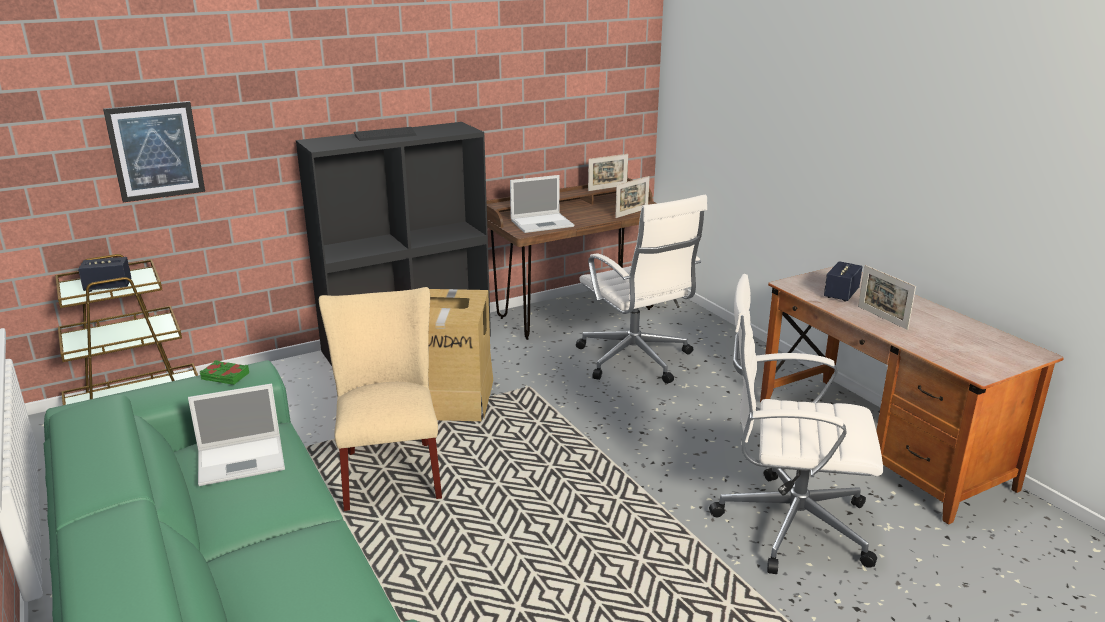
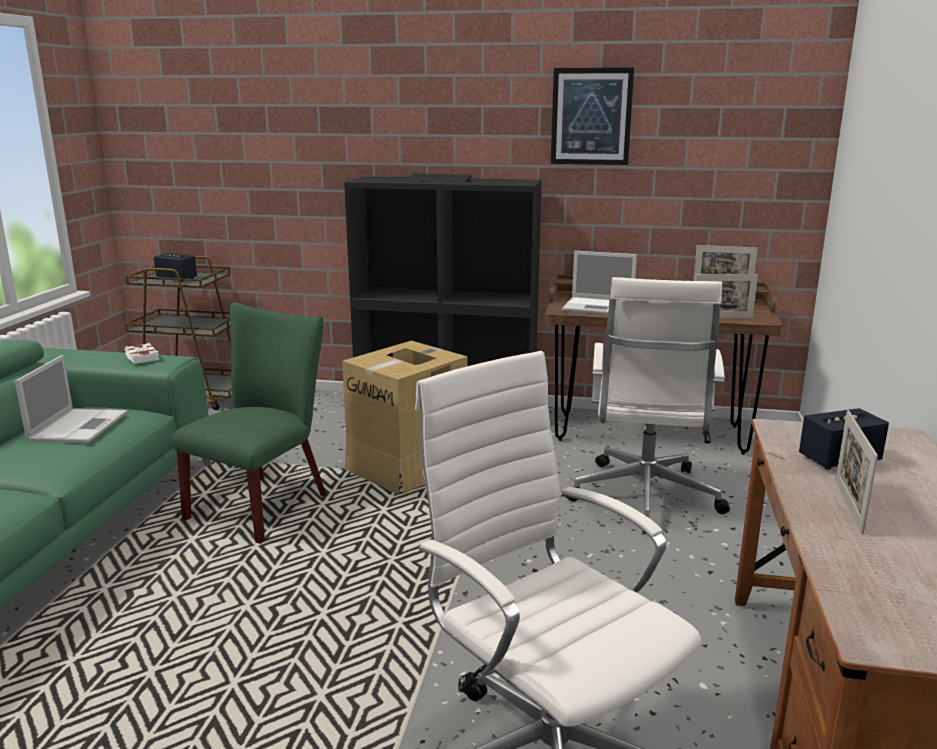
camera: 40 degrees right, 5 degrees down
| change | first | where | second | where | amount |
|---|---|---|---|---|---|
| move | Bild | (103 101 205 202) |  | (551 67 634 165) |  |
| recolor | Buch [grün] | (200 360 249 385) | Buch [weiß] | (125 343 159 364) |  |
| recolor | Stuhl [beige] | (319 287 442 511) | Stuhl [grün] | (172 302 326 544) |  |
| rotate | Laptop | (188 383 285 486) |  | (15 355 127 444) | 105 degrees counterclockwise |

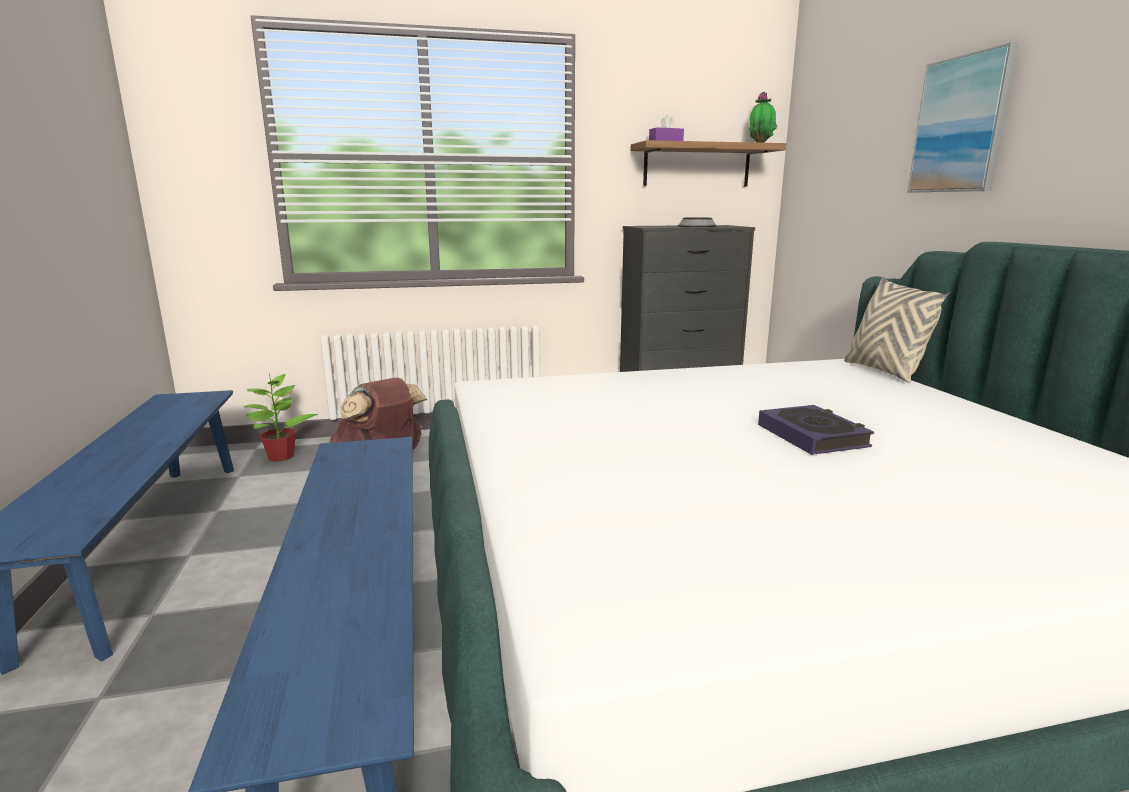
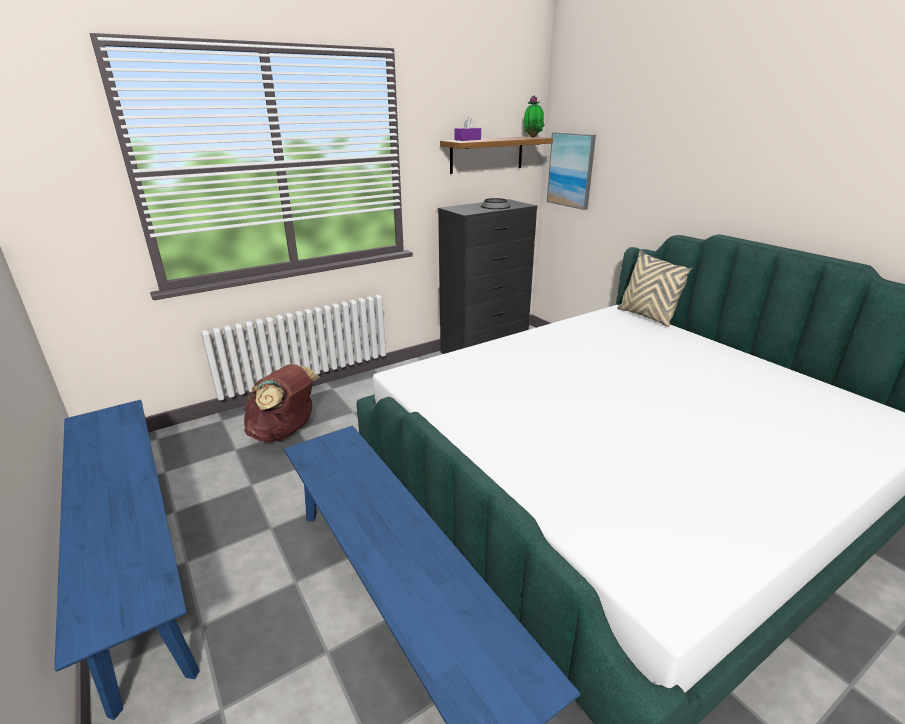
camera: 20 degrees left, 10 degrees up
| change | first | where | second | where | amount |
|---|---|---|---|---|---|
| delete | Topfpflanze | (243 374 318 462) |  |  |  |
| delete | Buch | (758 405 874 455) |  |  |  |
| move | Bild | (907 42 1019 192) |  | (547 132 596 210) |  |

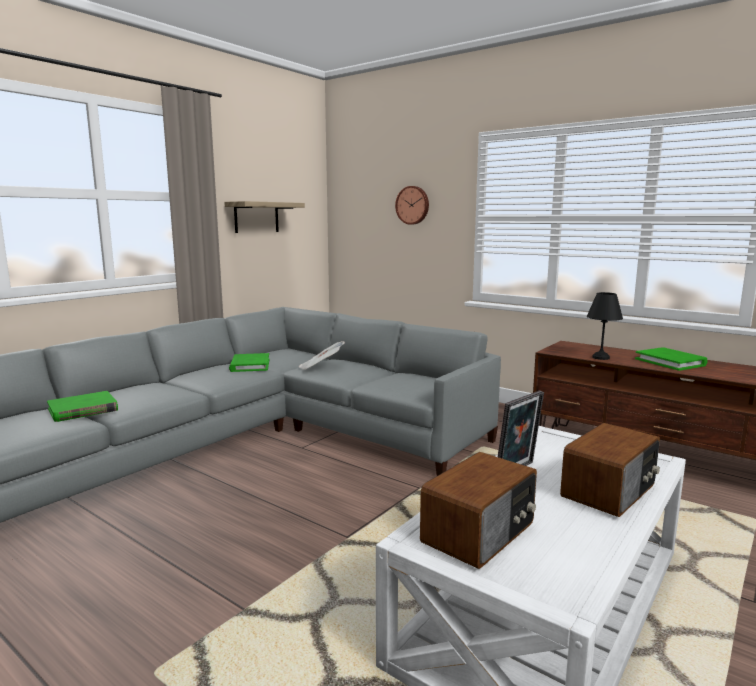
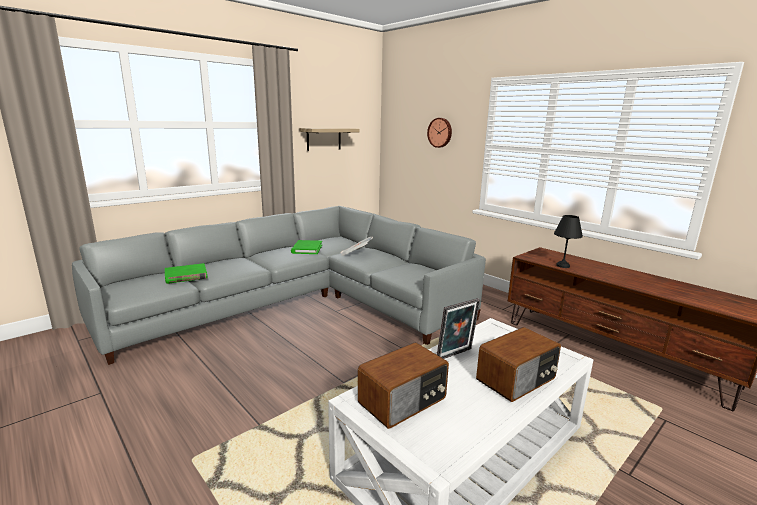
camera: 10 degrees right, 5 degrees up
| change | first | where | second | where | amount |
|---|---|---|---|---|---|
| delete | Buch [grün] | (635 347 707 371) |  |  |  |

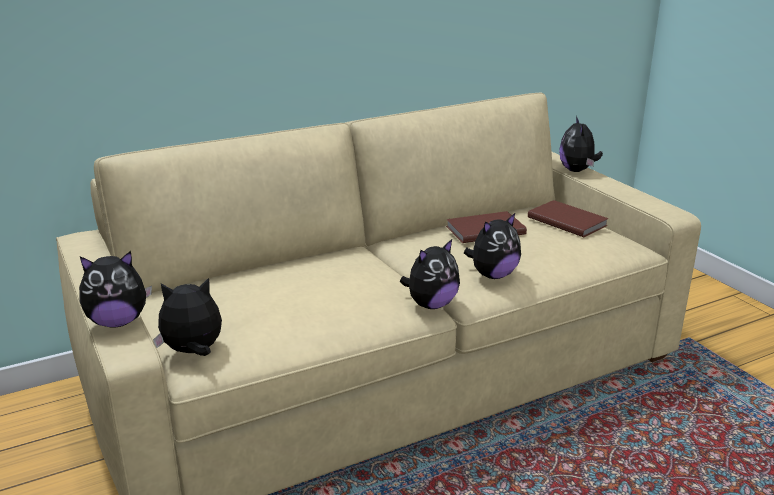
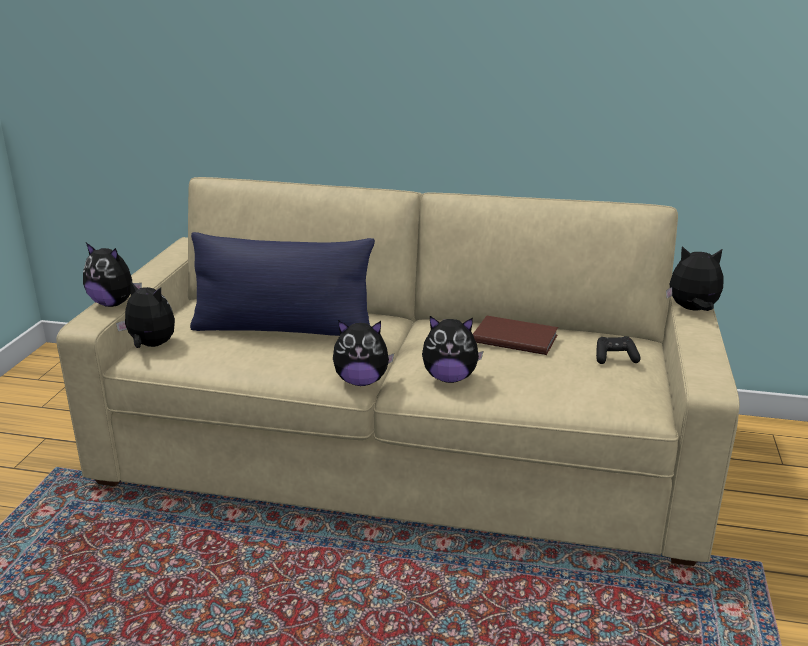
camera: 40 degrees right, 0 degrees up
| change | first | where | second | where | amount |
|---|---|---|---|---|---|
| insert |  |  | Kissen [blau] | (190 232 375 336) |  |
| replace | Buch [braun] | (528 200 609 237) | Gamepad [schwarz] | (596 336 641 364) |  |
| rotate | Plüschtier | (559 116 603 172) |  | (666 246 723 311) | 60 degrees clockwise |

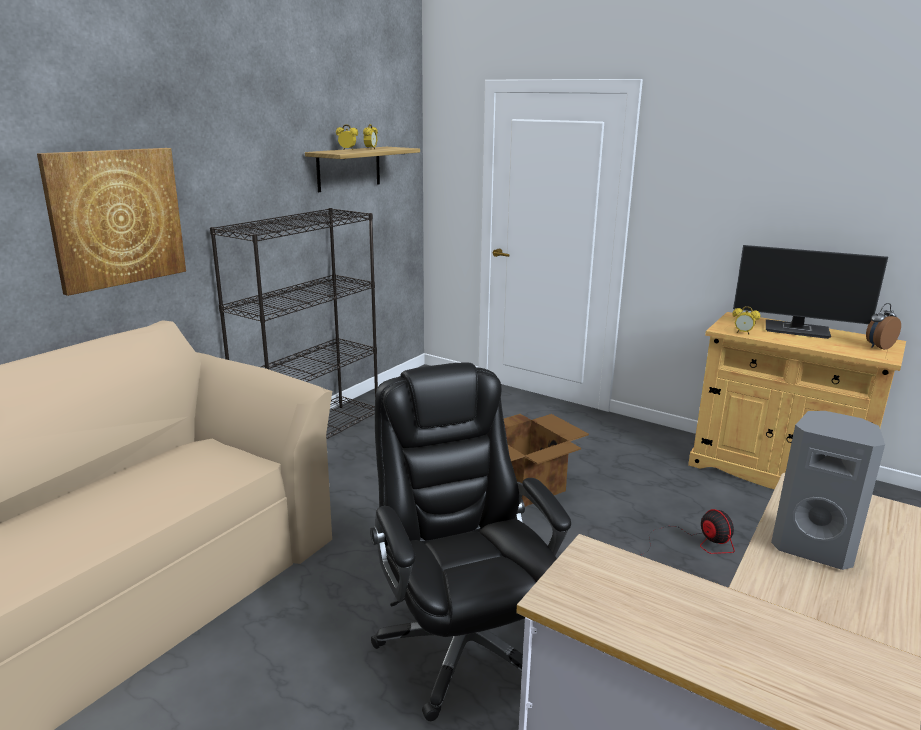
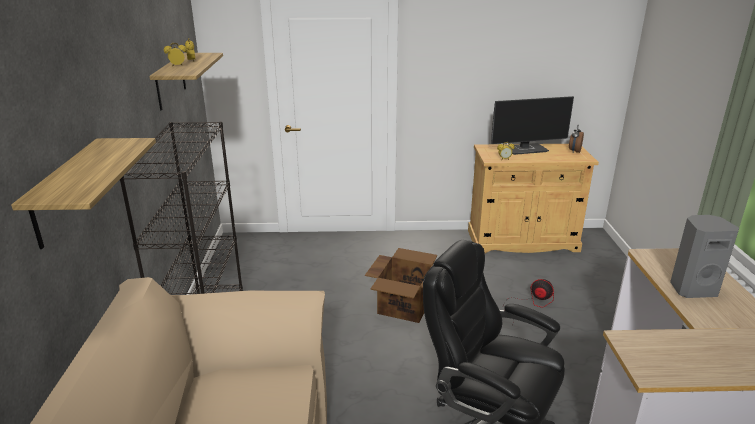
camera: 35 degrees left, 5 degrees up
| change | first | where | second | where | amount |
|---|---|---|---|---|---|
| replace | Bild | (37 148 186 296) | Wandregal | (11 138 156 249) |  |

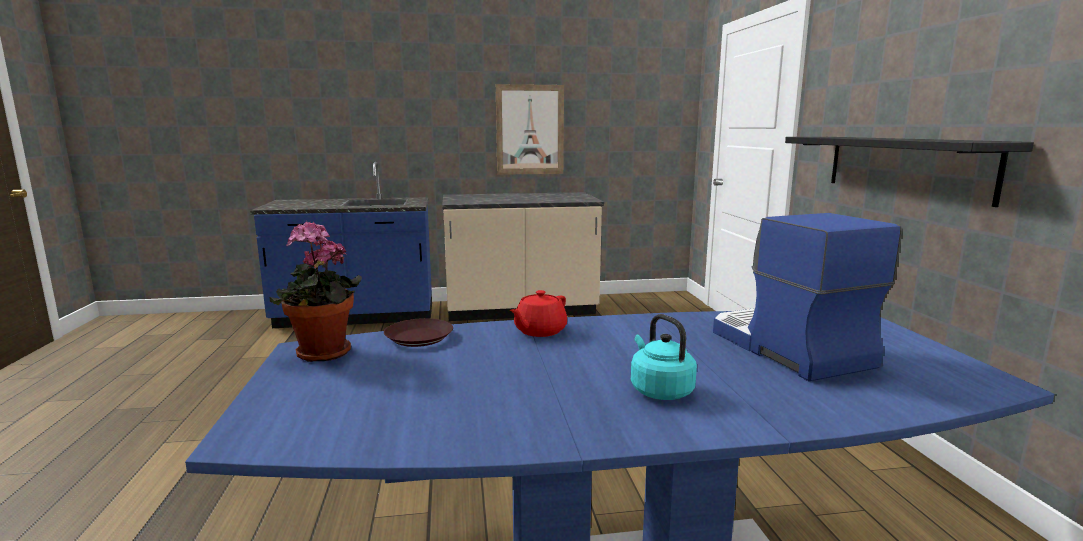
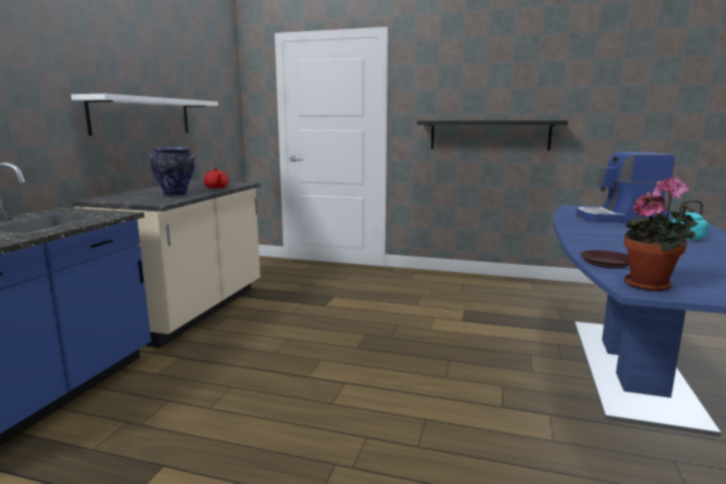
camera: 65 degrees left, 0 degrees up
| change | first | where | second | where | amount |
|---|---|---|---|---|---|
| insert |  |  | Vase | (149 147 196 196) |  |
| move | Teekanne [rot] | (510 290 567 337) |  | (204 168 229 188) |  |
| replace | Bild | (496 84 564 175) | Wandregal [weiß] | (71 94 218 136) |  |

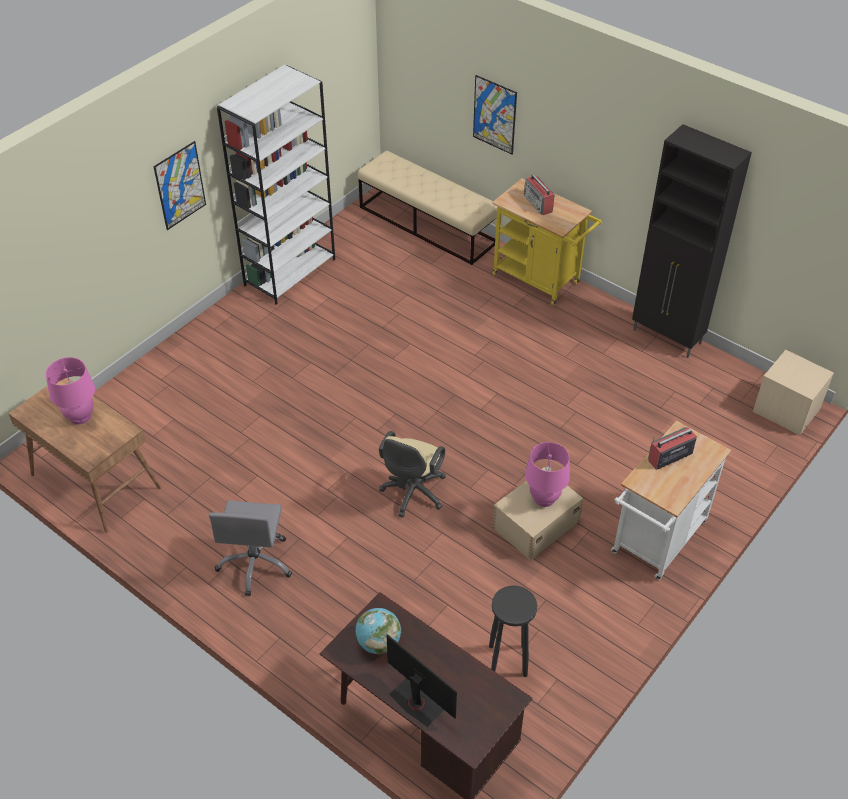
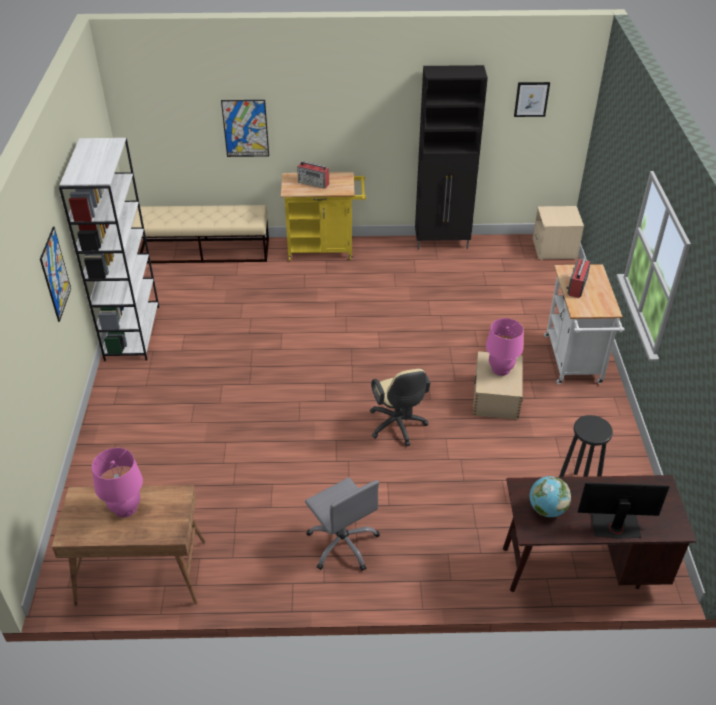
camera: 40 degrees left, 5 degrees down
| change | first | where | second | where | amount |
|---|---|---|---|---|---|
| insert |  |  | Bild | (514 82 550 117) |  |

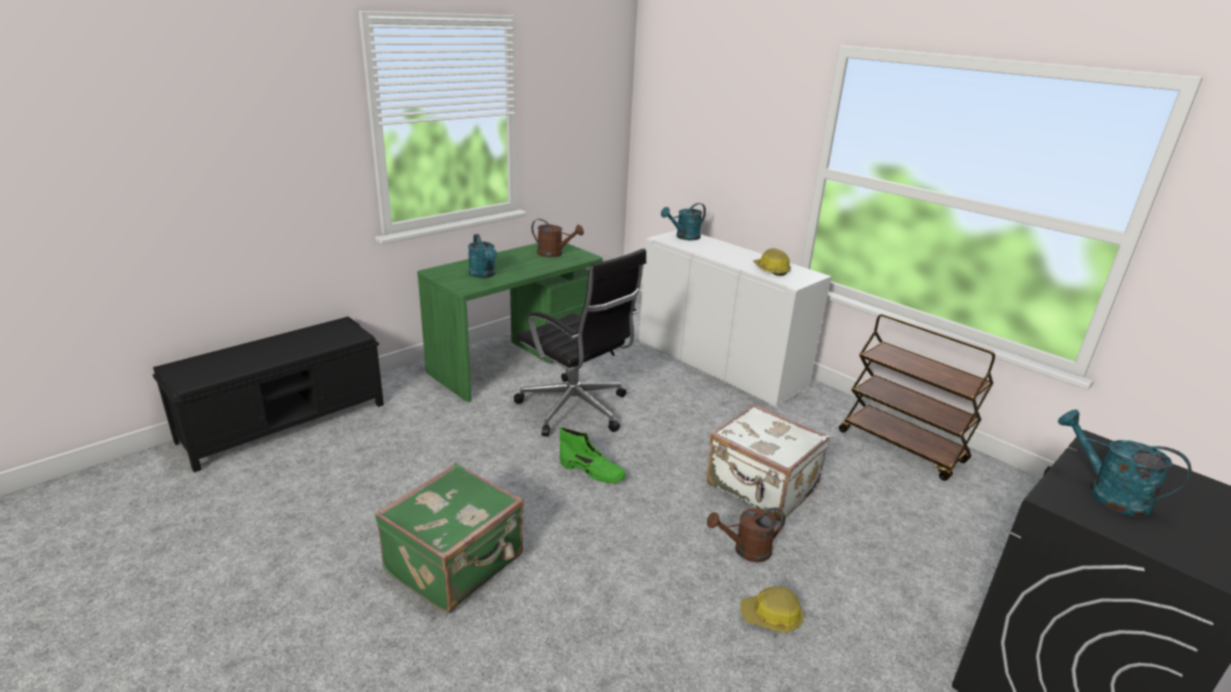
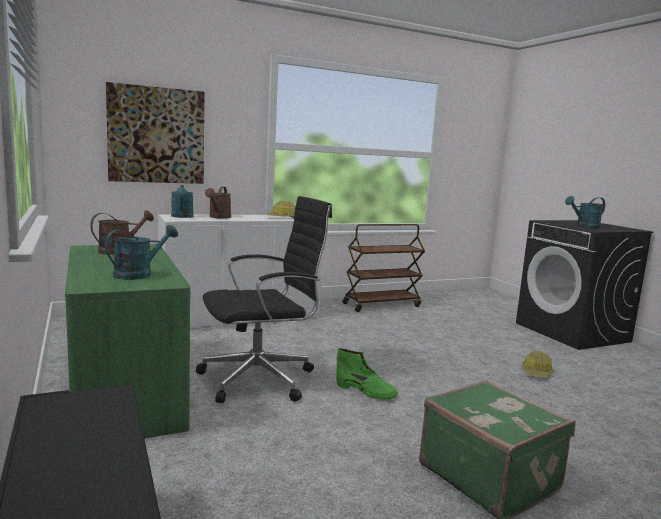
camera: 70 degrees left, 15 degrees down
| change | first | where | second | where | amount |
|---|---|---|---|---|---|
| delete | Koffer [weiß] | (707 404 830 522) |  |  |  |
| insert |  |  | Bild | (106 82 204 184) |  |
| move | Gießkanne [braun] | (707 507 785 562) |  | (205 187 231 219) |  |
| rotate | Gießkanne [türkis] | (468 234 497 278) |  | (105 225 178 280) | 45 degrees counterclockwise |
| rotate | Stiefel [grün] | (559 428 626 483) |  | (336 348 398 400) | 75 degrees clockwise |

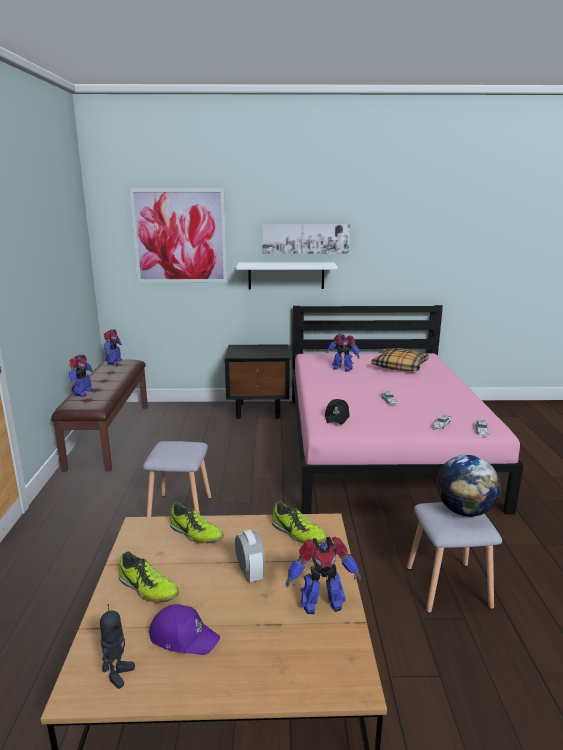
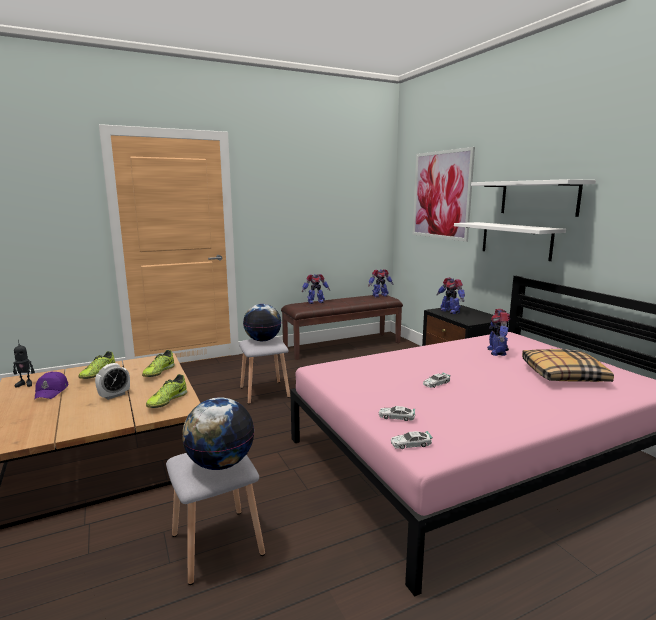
camera: 65 degrees right, 5 degrees down
| change | first | where | second | where | amount |
|---|---|---|---|---|---|
| delete | Kappe [schwarz] | (325 399 349 425) |  |  |  |
| insert |  |  | Globus | (243 304 281 341) |  |
| move | Spielzeugroboter | (286 537 361 614) |  | (436 278 465 314) |  |
| replace | Bild | (262 224 350 254) | Wandregal [weiß] | (471 179 596 217) |  |

